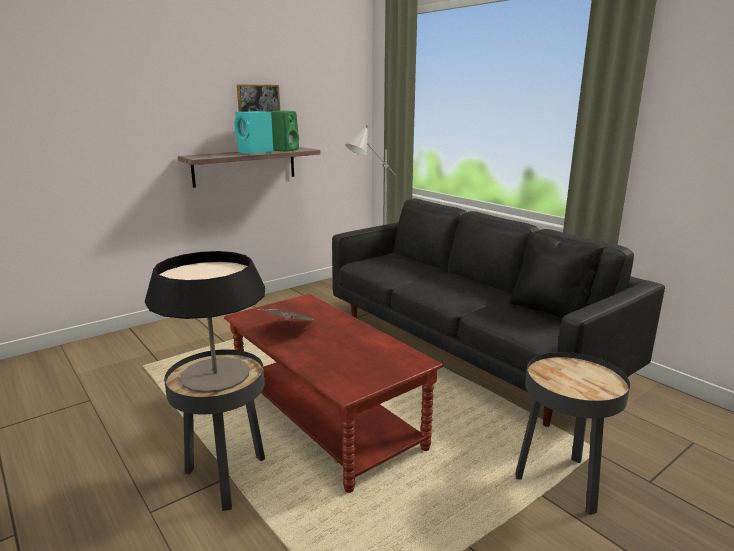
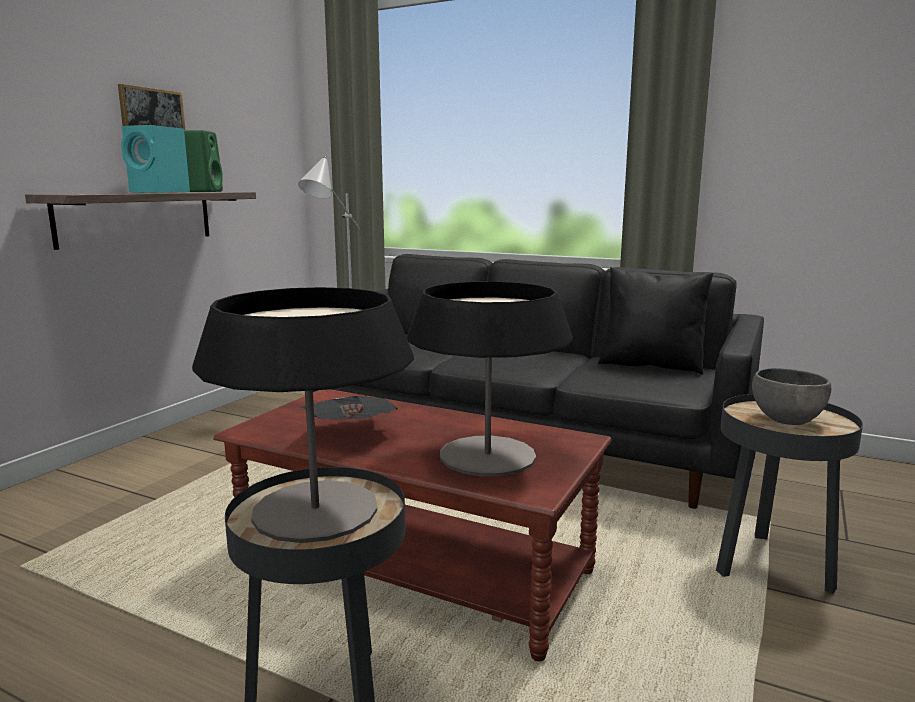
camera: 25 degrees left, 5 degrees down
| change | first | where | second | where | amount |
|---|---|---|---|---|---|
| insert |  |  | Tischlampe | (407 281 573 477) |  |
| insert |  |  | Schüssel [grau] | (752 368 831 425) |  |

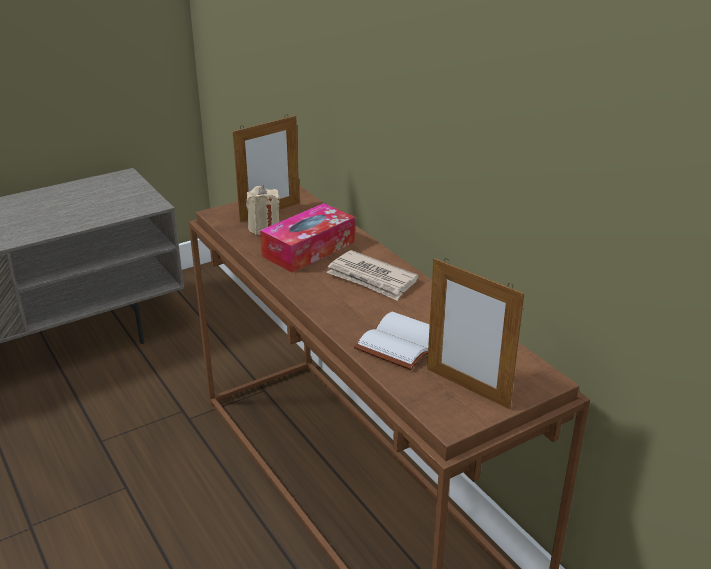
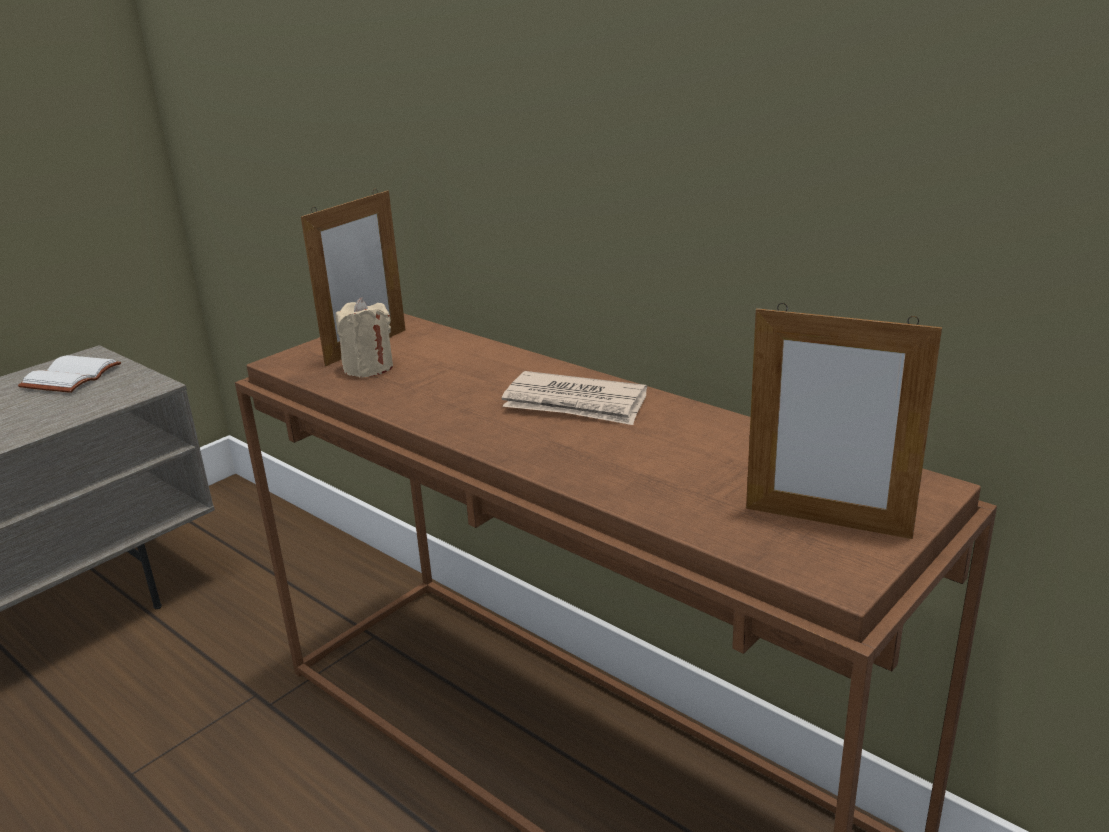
camera: 15 degrees left, 5 degrees down
| change | first | where | second | where | amount |
|---|---|---|---|---|---|
| delete | Taschentuchbox | (260 203 355 273) |  |  |  |
| move | Buch [weiß] | (354 312 430 370) |  | (18 355 121 393) |  |

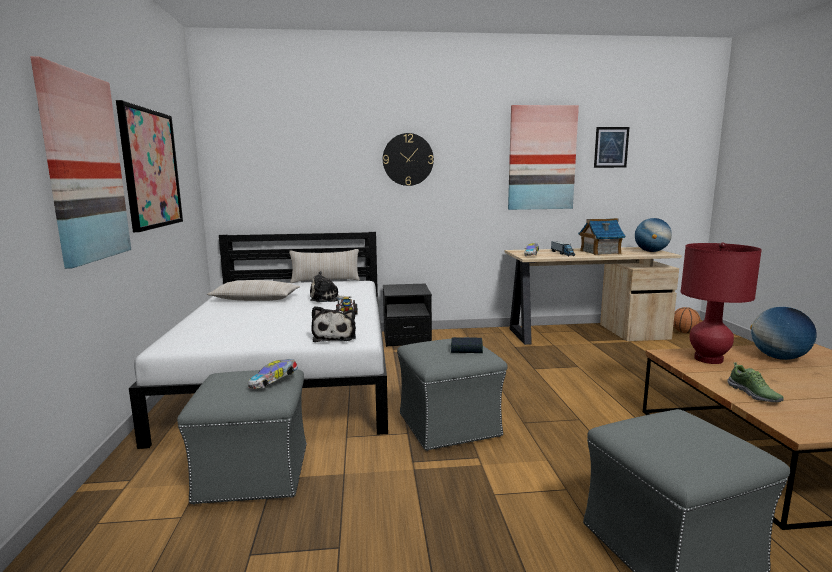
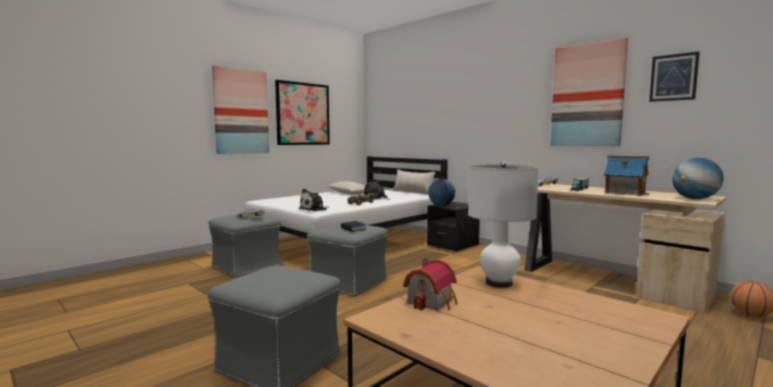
camera: 50 degrees right, 5 degrees down
| change | first | where | second | where | amount |
|---|---|---|---|---|---|
| delete | Wanduhr | (383 133 434 186) |  |  |  |
| move | Globus | (750 307 817 360) |  | (428 179 455 206) |  |
| replace | Schuh | (727 362 784 402) | Spielzeughaus | (403 257 458 311) |  |
| recolor | Tischlampe [rot] | (681 242 762 364) | Tischlampe [weiß] | (468 162 539 288) |  |

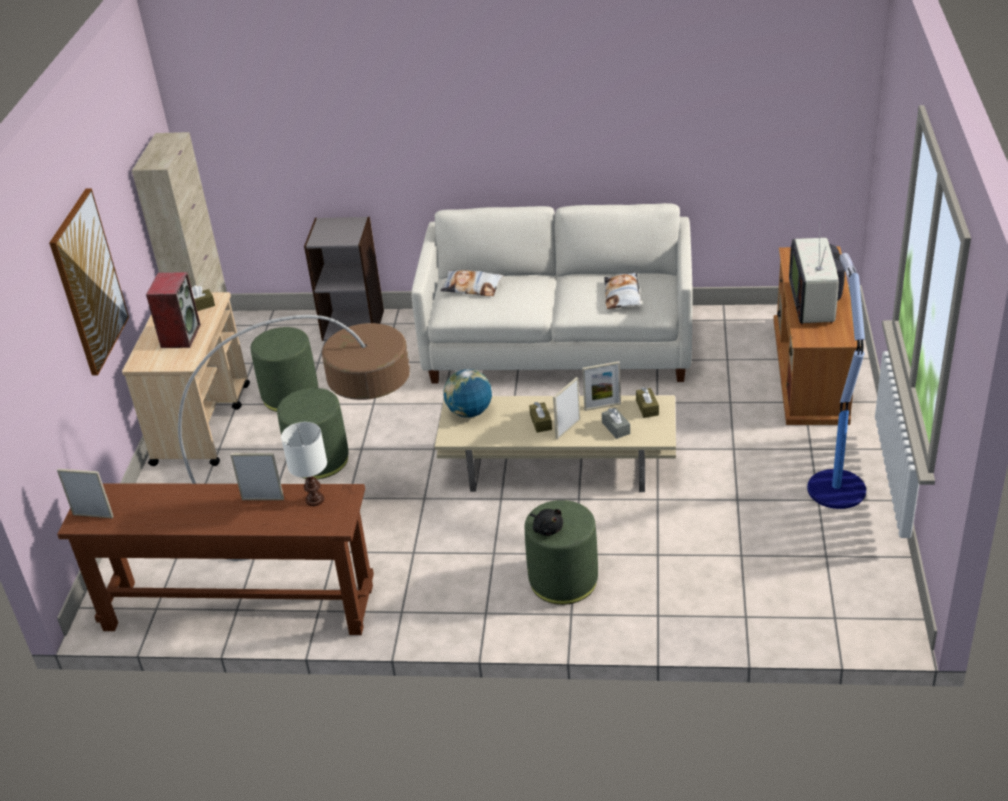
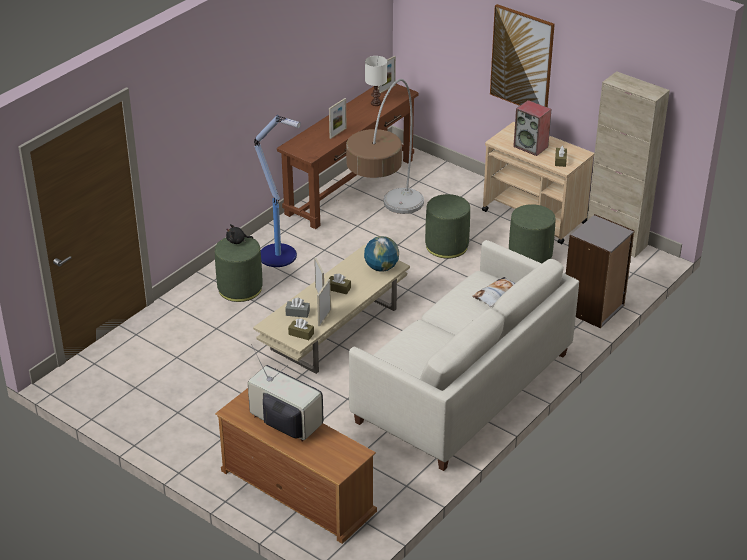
camera: 120 degrees right, 0 degrees up
| change | first | where | second | where | amount |
|---|---|---|---|---|---|
| delete | Kissen | (604 272 641 309) |  |  |  |
| move | Tischlampe [weiß] | (281 422 327 506) |  | (365 56 387 106) |  |
| move | Stehlampe | (807 253 866 509) |  | (254 115 301 267) |  |

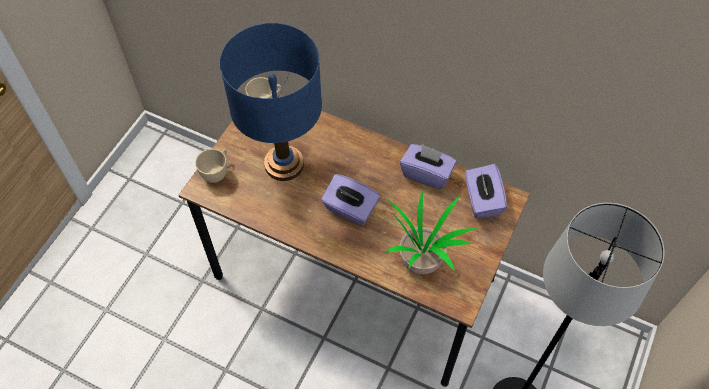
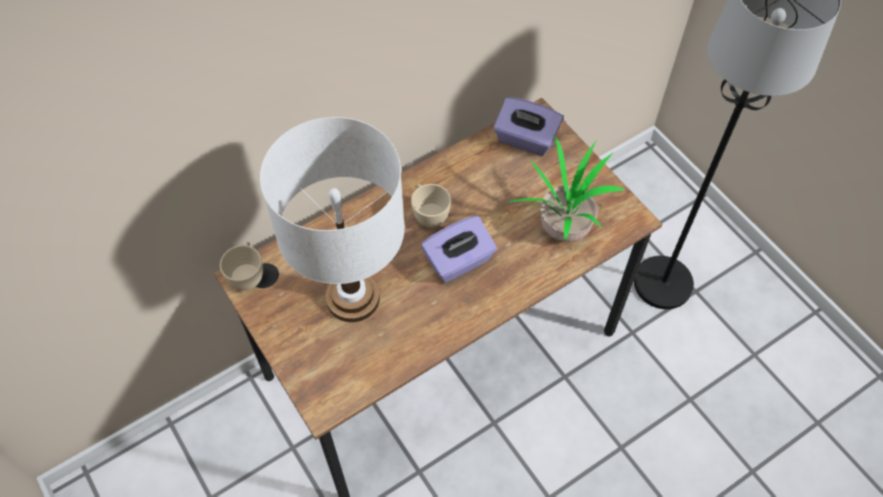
camera: 60 degrees left, 0 degrees up
| change | first | where | second | where | amount |
|---|---|---|---|---|---|
| delete | Taschentuchbox [lila] | (400 144 456 189) |  |  |  |
| move | Tasse [beige] | (195 149 227 183) |  | (411 184 451 228) |  |
| recolor | Tischlampe [blau] | (220 23 322 181) | Tischlampe [weiß] | (260 117 405 322) |  |

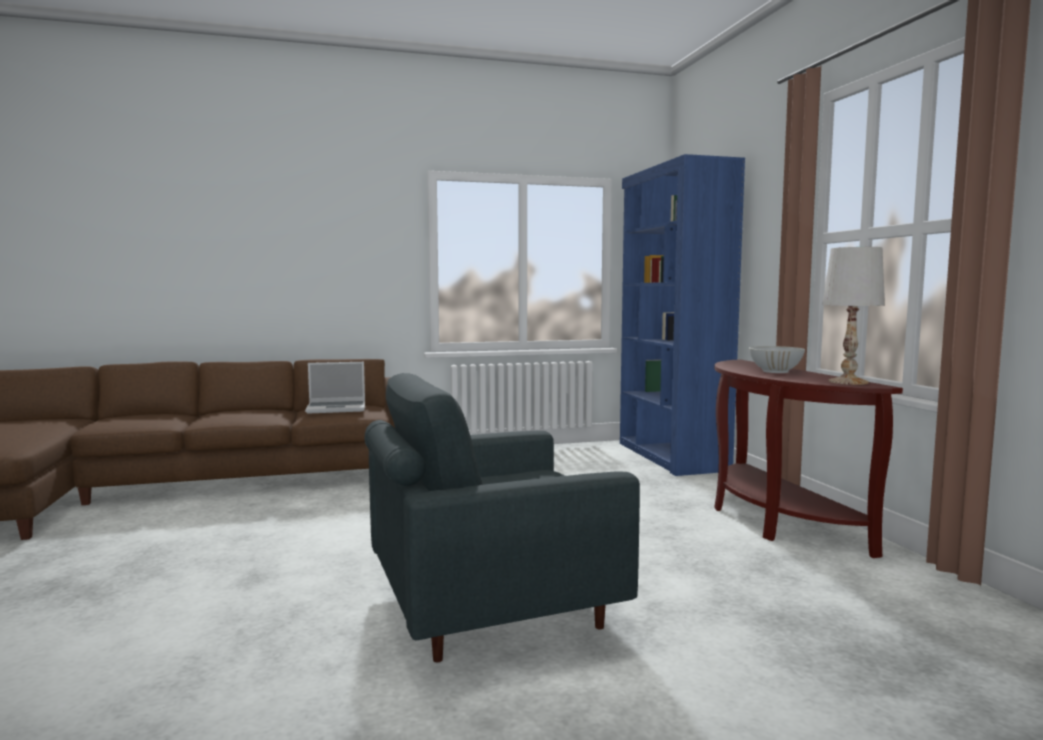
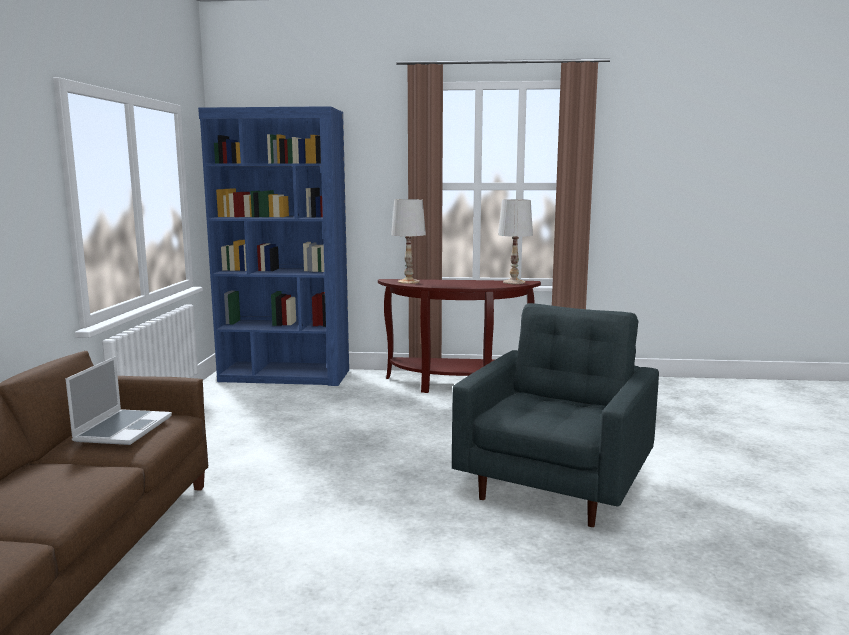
camera: 70 degrees left, 5 degrees up
| change | first | where | second | where | amount |
|---|---|---|---|---|---|
| delete | Schüssel [weiß] | (749 346 805 373) |  |  |  |
| insert |  |  | Tischlampe [weiß] | (391 199 426 284) |  |
| rotate | Sessel [grau] | (364 373 640 662) |  | (452 303 659 527) | 150 degrees counterclockwise |

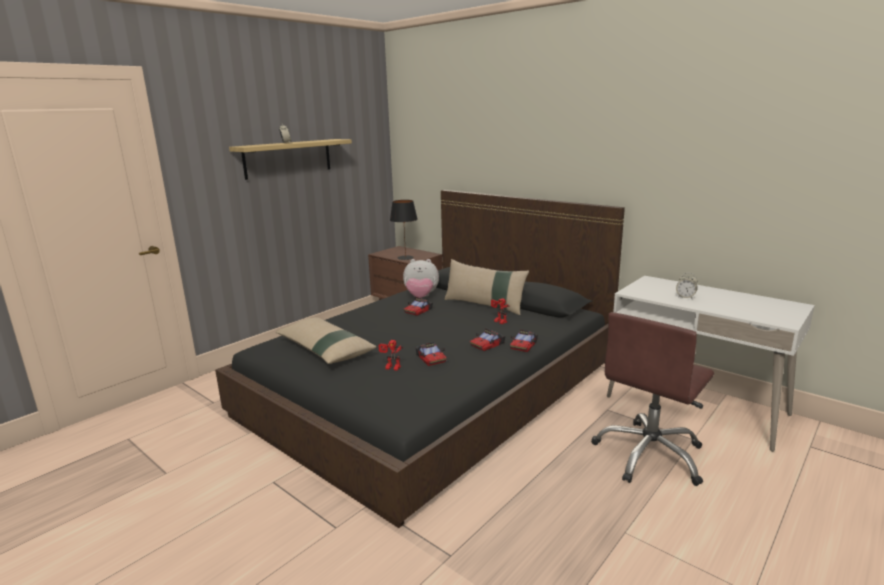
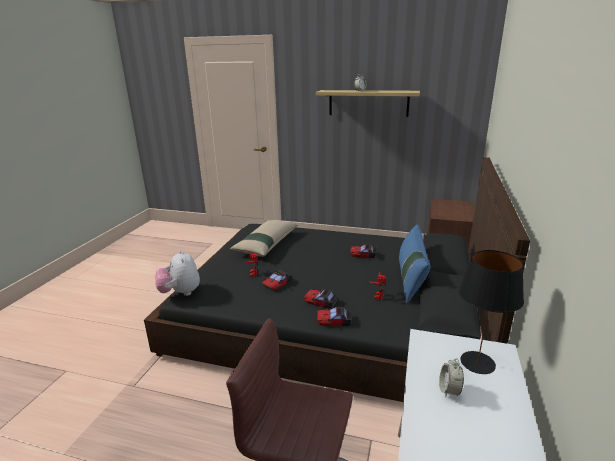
camera: 65 degrees right, 5 degrees up
| change | first | where | second | where | amount |
|---|---|---|---|---|---|
| move | Tischlampe [schwarz] | (390 200 418 260) |  | (459 250 524 374) |  |
| move | Plüschtier | (403 259 439 298) |  | (155 250 200 296) |  |
| recolor | Kissen [beige] | (444 259 529 315) | Kissen [blau] | (399 224 430 303) |  |

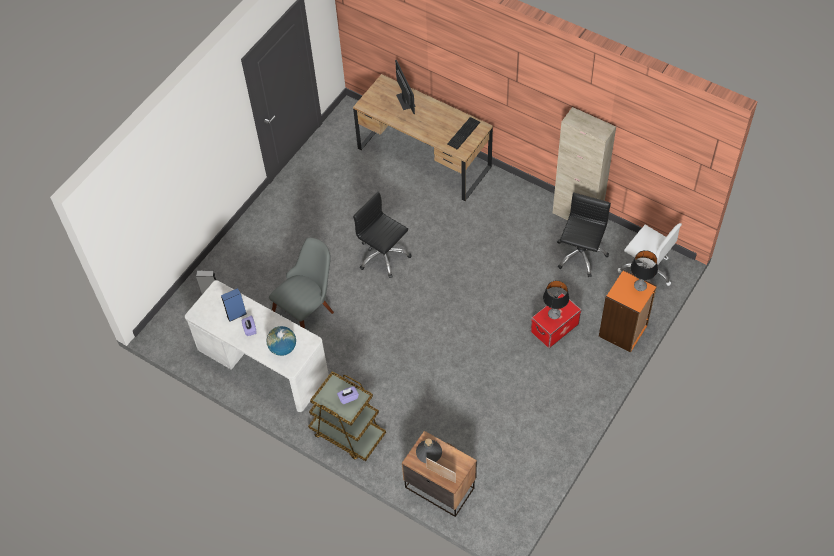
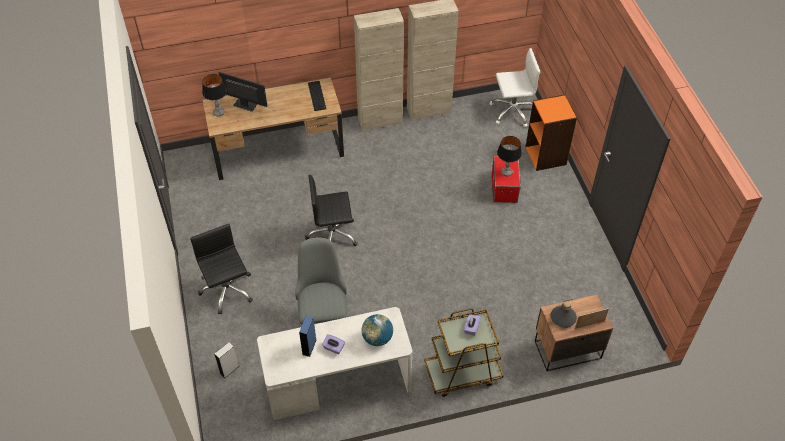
camera: 50 degrees left, 5 degrees down
| change | first | where | second | where | amount |
|---|---|---|---|---|---|
| insert |  |  | Schrank [beige] | (354 8 404 131) |  |
| move | Bürostuhl [schwarz] | (557 193 611 277) |  | (190 224 253 314) |  |
| move | Tischlampe | (630 250 658 291) |  | (202 74 227 116) |  |

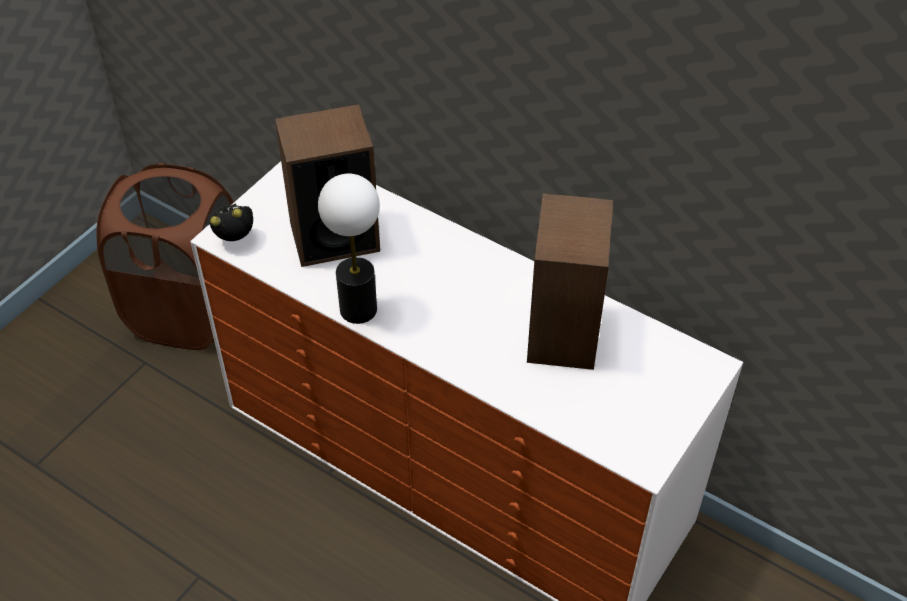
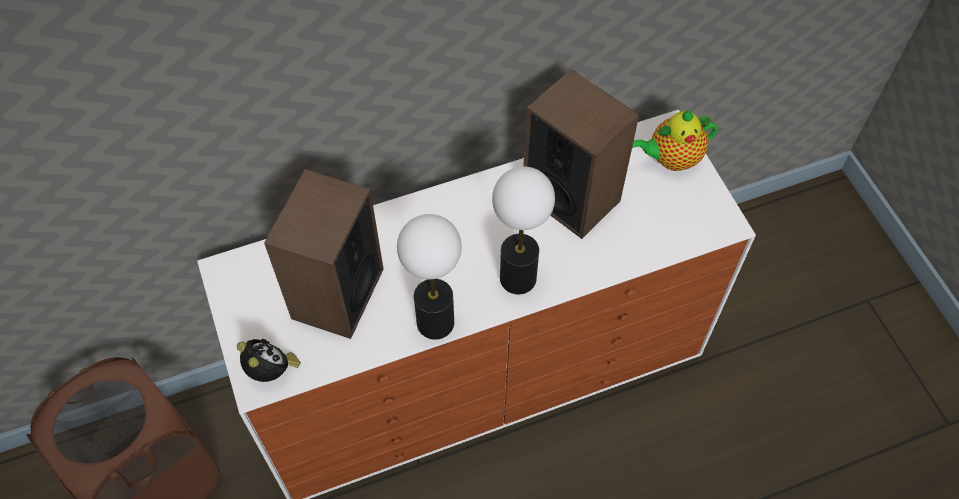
camera: 55 degrees left, 10 degrees up
| change | first | where | second | where | amount |
|---|---|---|---|---|---|
| insert |  |  | Tischlampe | (492 166 555 294) |  |
| insert |  |  | Teekanne | (632 110 718 171) |  |
| rotate | Wecker | (209 203 253 241) |  | (237 339 301 382) | 120 degrees clockwise |

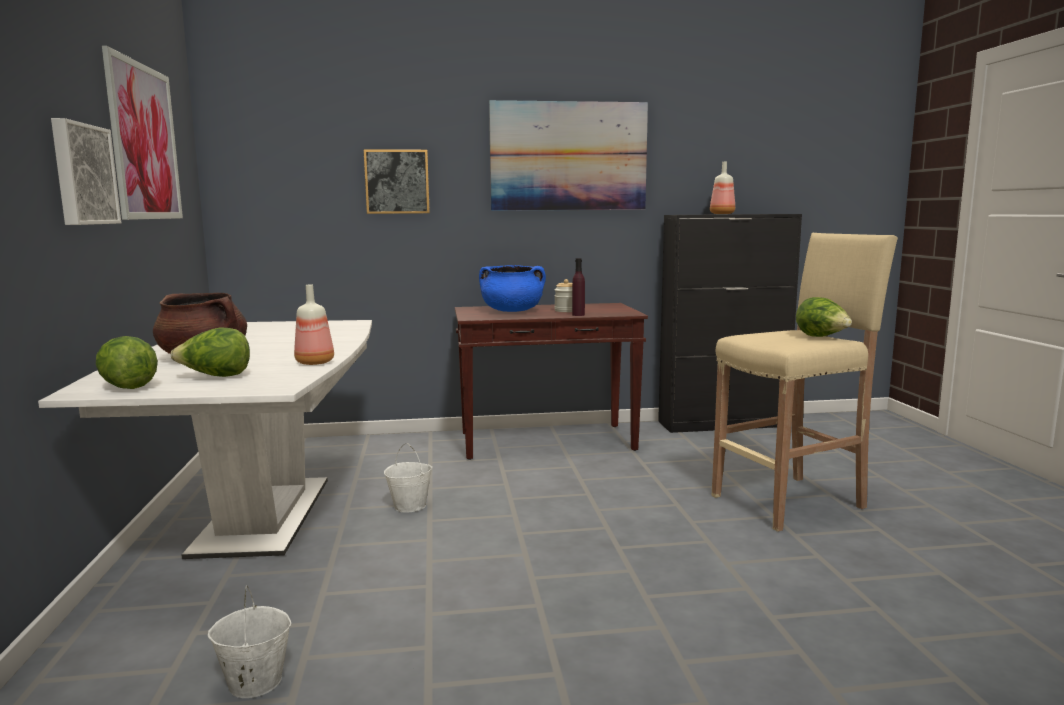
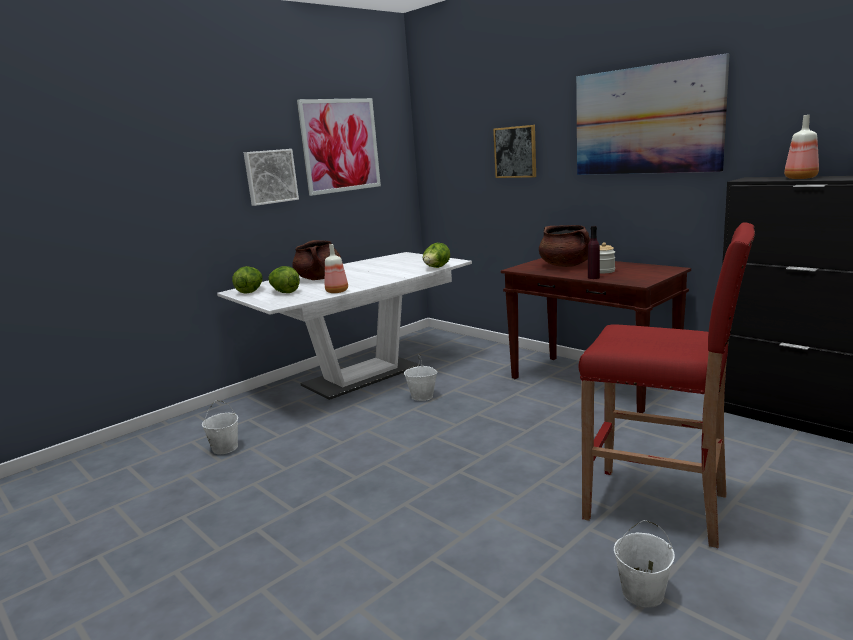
camera: 55 degrees right, 5 degrees up
| change | first | where | second | where | amount |
|---|---|---|---|---|---|
| insert |  |  | Eimer [weiß] | (614 520 675 608) |  |
| move | Salatkopf | (796 297 852 337) |  | (423 243 450 268) |  |
| recolor | Kochtopf [blau] | (479 265 546 312) | Kochtopf [braun] | (539 225 591 267) |  |
| recolor | Hocker [beige] | (712 233 898 532) | Hocker [rot] | (579 222 755 548) |  |

